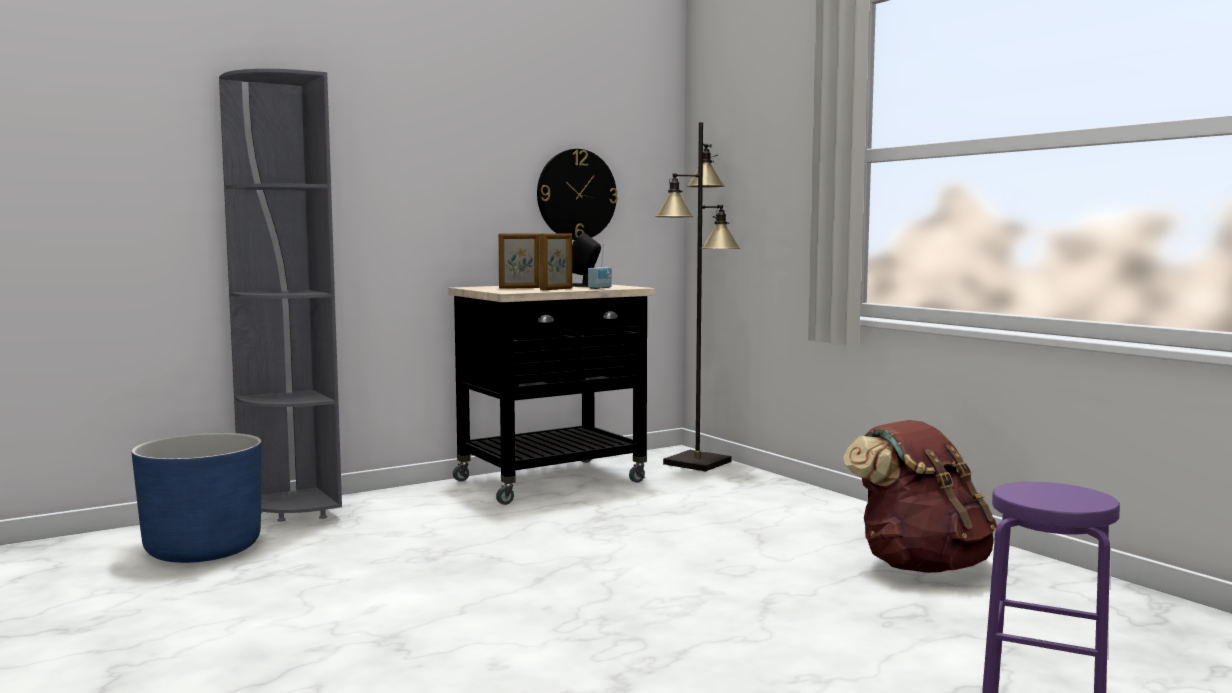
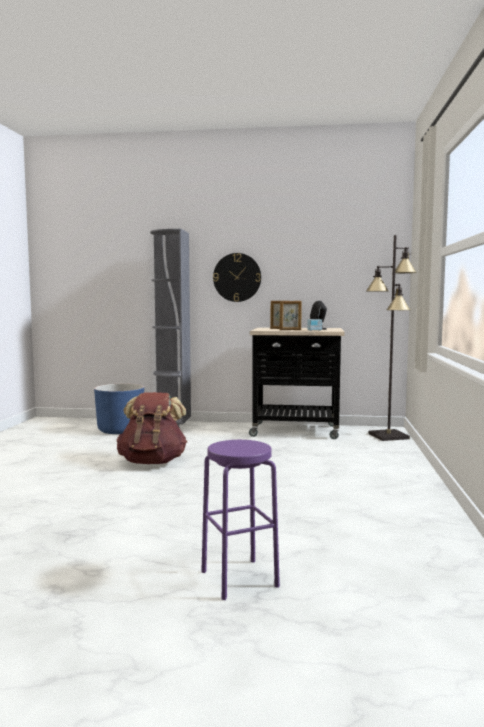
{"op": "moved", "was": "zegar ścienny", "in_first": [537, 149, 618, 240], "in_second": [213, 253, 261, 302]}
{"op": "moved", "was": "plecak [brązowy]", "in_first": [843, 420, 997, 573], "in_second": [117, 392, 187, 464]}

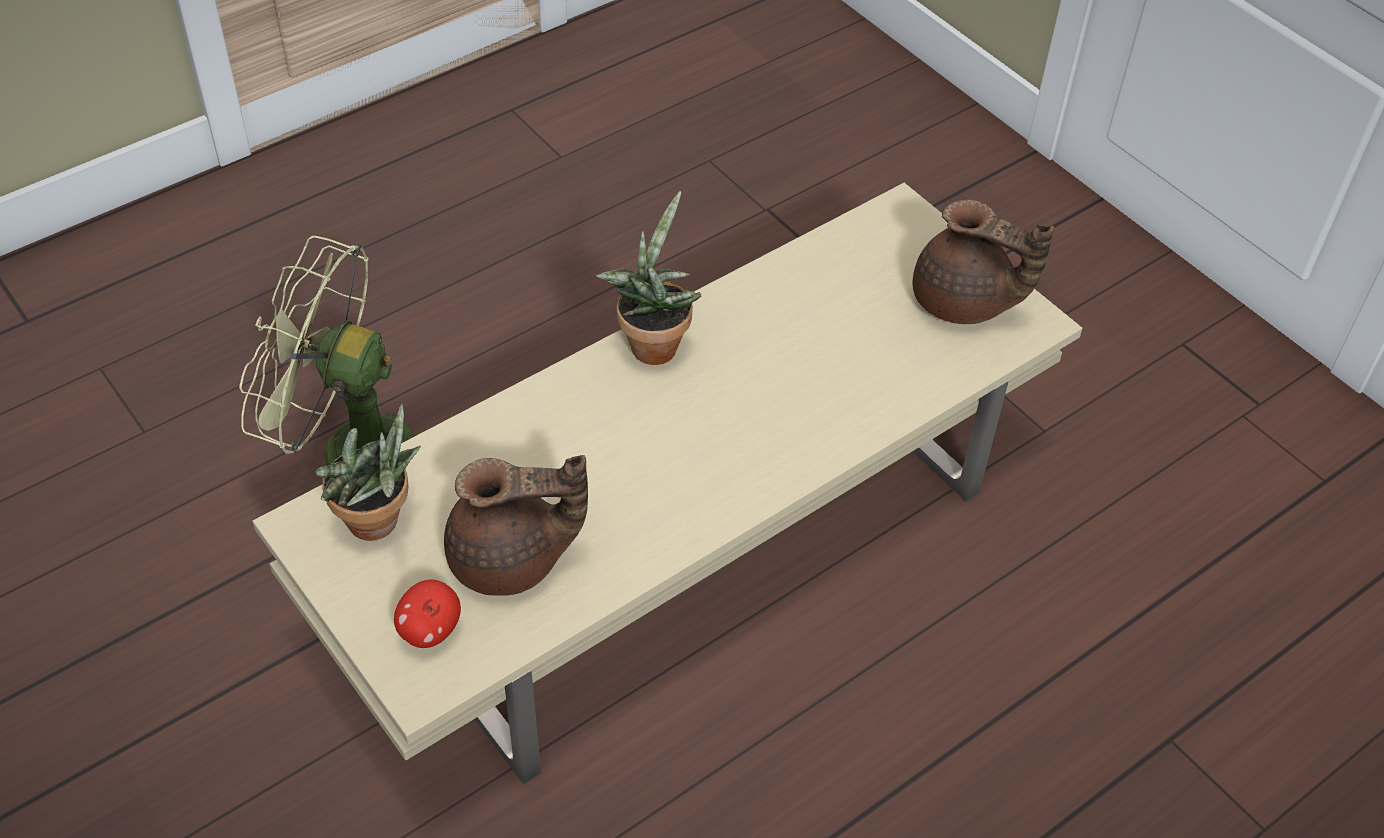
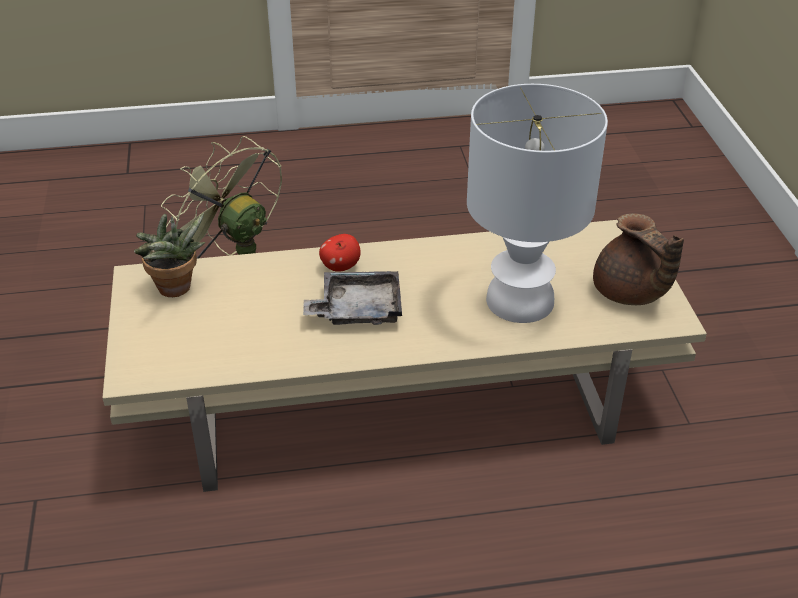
{"op": "removed", "was": "imbryk [brązowy]", "in_first": [444, 455, 588, 596]}
{"op": "removed", "was": "roślina doniczkowa", "in_first": [596, 191, 701, 365]}
{"op": "added", "now": "taca [szary]", "in_second": [303, 271, 402, 325]}
{"op": "added", "now": "lampa stołowa [biały]", "in_second": [467, 84, 608, 323]}
{"op": "moved", "was": "jabłko", "in_first": [394, 580, 461, 648], "in_second": [319, 234, 361, 272]}

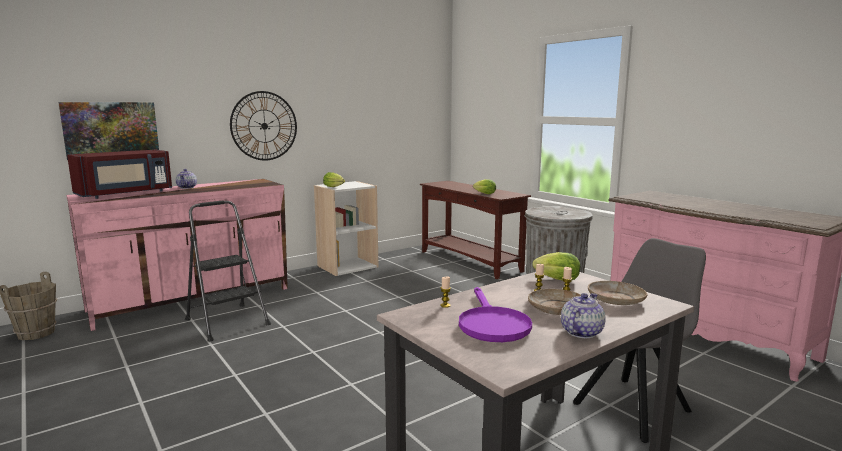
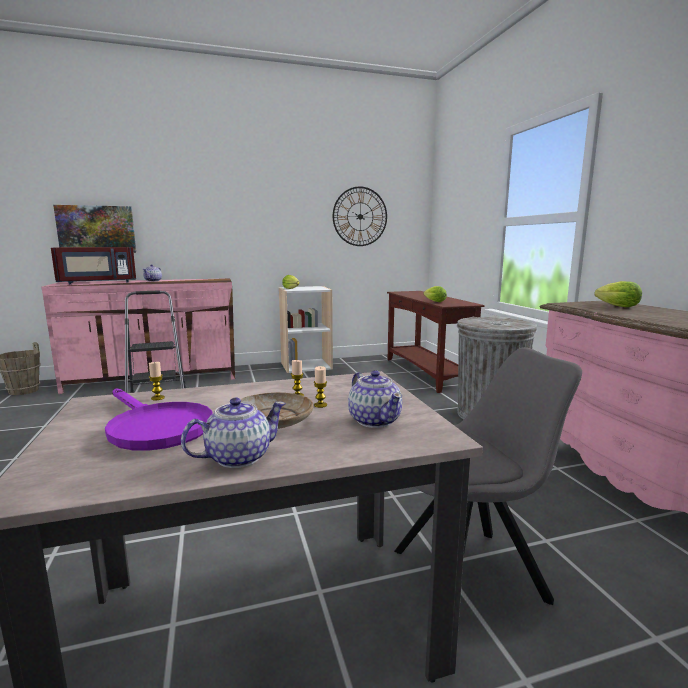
{"op": "moved", "was": "zegar ścienny", "in_first": [230, 91, 297, 161], "in_second": [333, 186, 387, 246]}
{"op": "moved", "was": "sałata", "in_first": [532, 252, 580, 281], "in_second": [594, 281, 642, 307]}
{"op": "replaced", "was": "talerz [beżowy]", "now": "imbryk", "in_first": [588, 281, 647, 305], "in_second": [348, 370, 402, 428]}
{"op": "turned", "was": "patelnia [fioletowy]", "in_first": [459, 287, 532, 342], "in_second": [105, 389, 213, 451], "clockwise": -60}

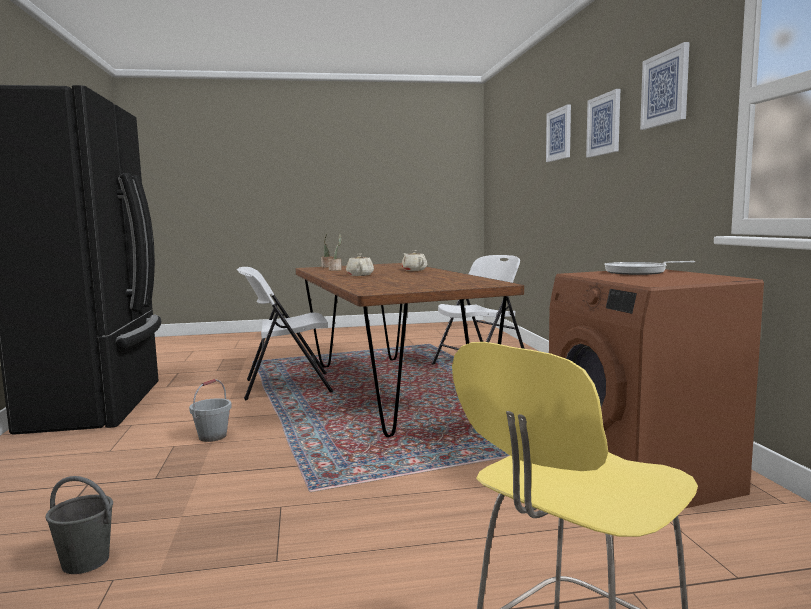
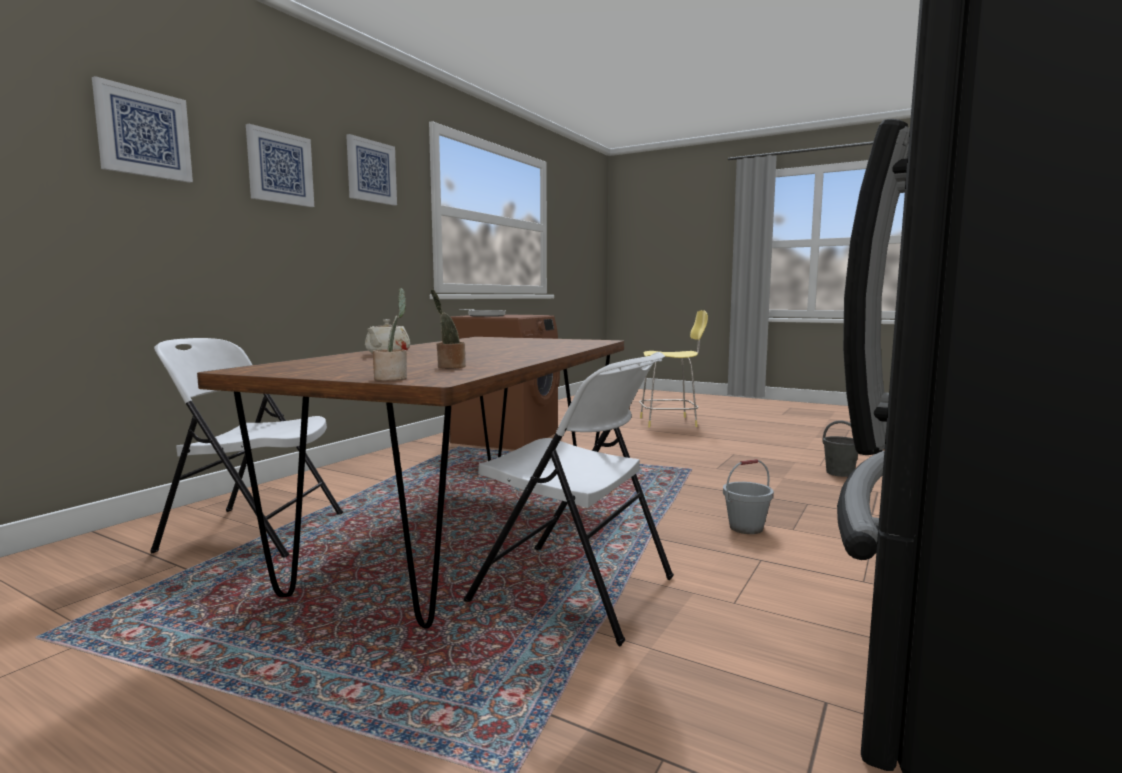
{"op": "removed", "was": "imbryk [beżowy]", "in_first": [346, 253, 374, 276]}

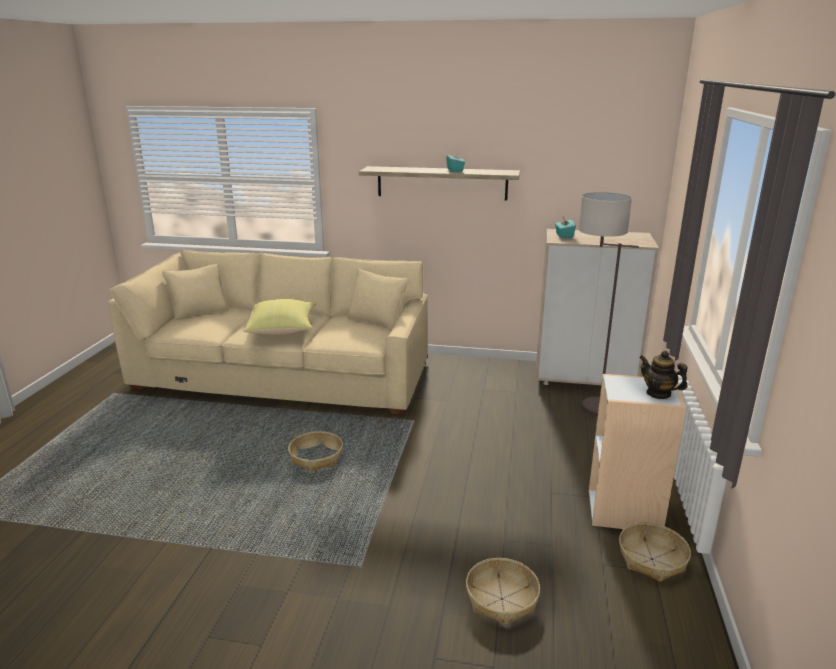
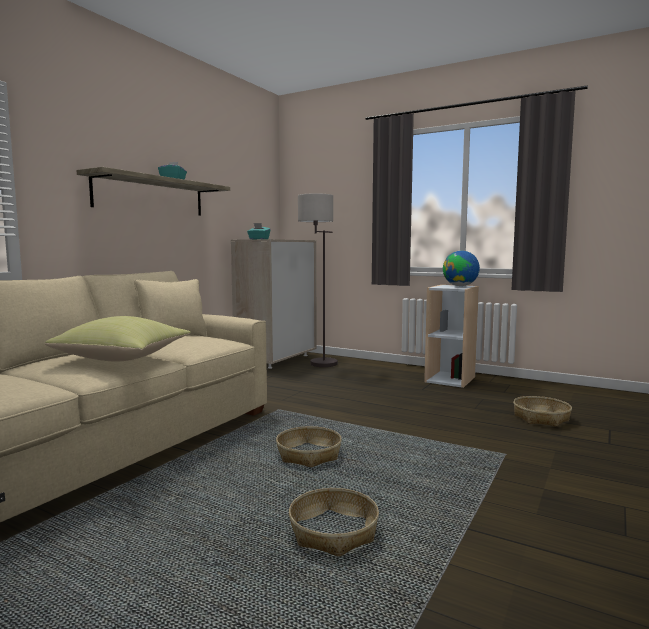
{"op": "moved", "was": "koszyk", "in_first": [619, 522, 691, 582], "in_second": [289, 488, 379, 557]}
{"op": "replaced", "was": "imbryk", "now": "globus", "in_first": [639, 351, 688, 399], "in_second": [443, 251, 480, 286]}

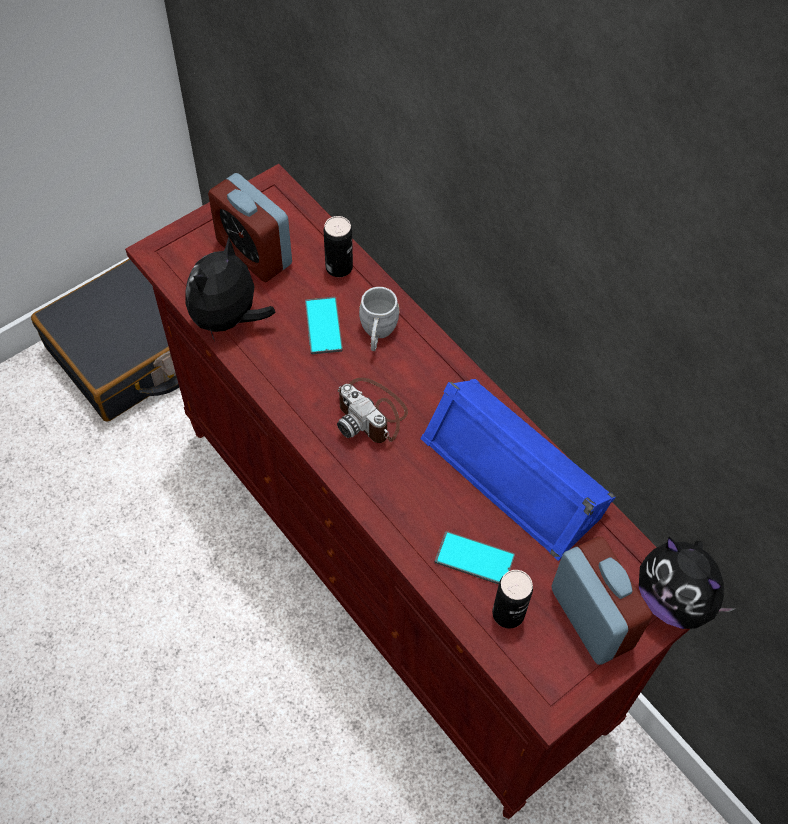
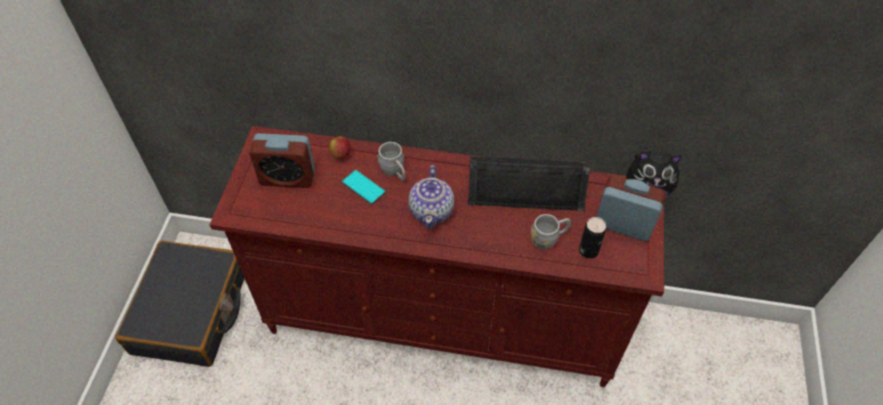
{"op": "removed", "was": "pluszak", "in_first": [185, 237, 276, 341]}
{"op": "replaced", "was": "puszka", "now": "jabłko", "in_first": [324, 216, 353, 277], "in_second": [329, 136, 350, 159]}
{"op": "replaced", "was": "aparat fotograficzny", "now": "imbryk", "in_first": [337, 378, 408, 443], "in_second": [408, 165, 454, 228]}
{"op": "replaced", "was": "telefon", "now": "kubek [szary]", "in_first": [435, 531, 515, 584], "in_second": [531, 214, 571, 250]}
{"op": "recoloured", "was": "głośnik [niebieski]", "now": "głośnik [czarny]", "in_first": [421, 379, 616, 561], "in_second": [468, 156, 591, 212]}

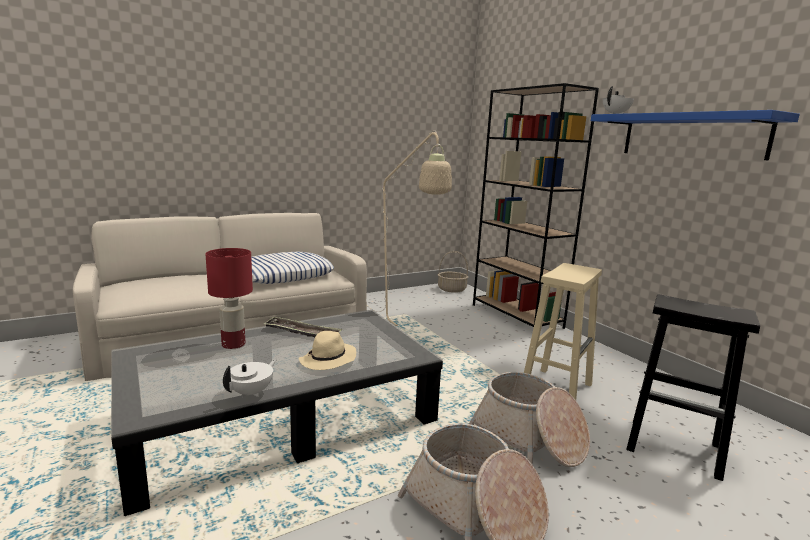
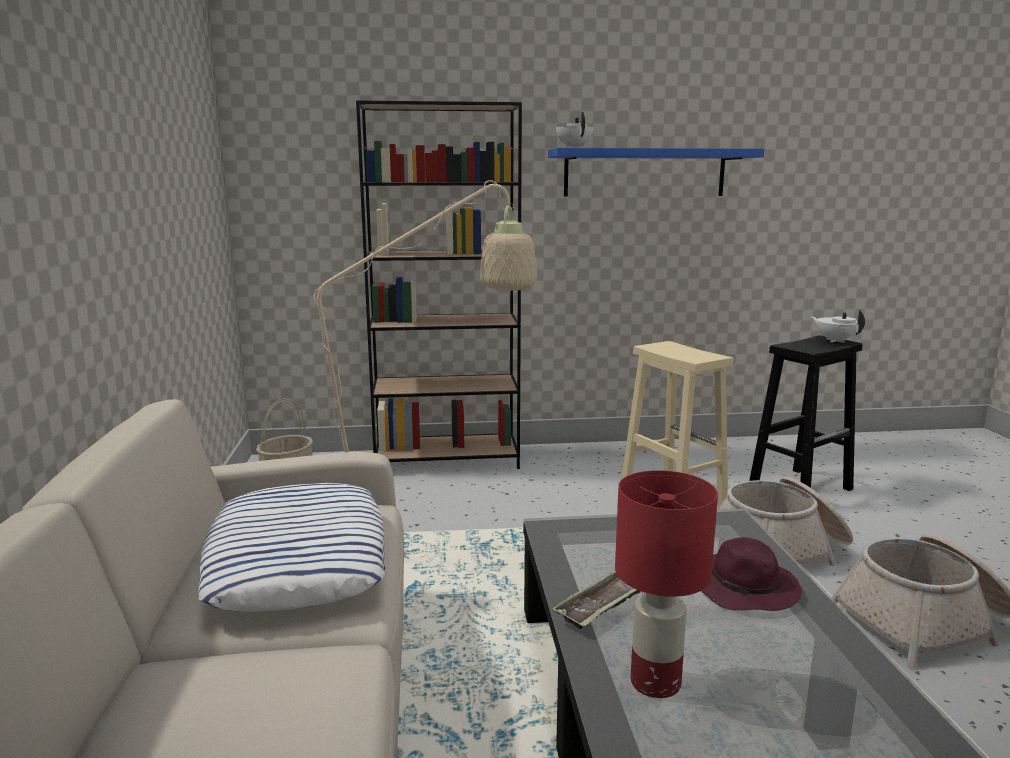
{"op": "moved", "was": "imbryk [biały]", "in_first": [223, 359, 276, 398], "in_second": [810, 310, 865, 343]}
{"op": "recoloured", "was": "kapelusz [beżowy]", "now": "kapelusz [fioletowy]", "in_first": [299, 331, 356, 370], "in_second": [702, 537, 802, 611]}

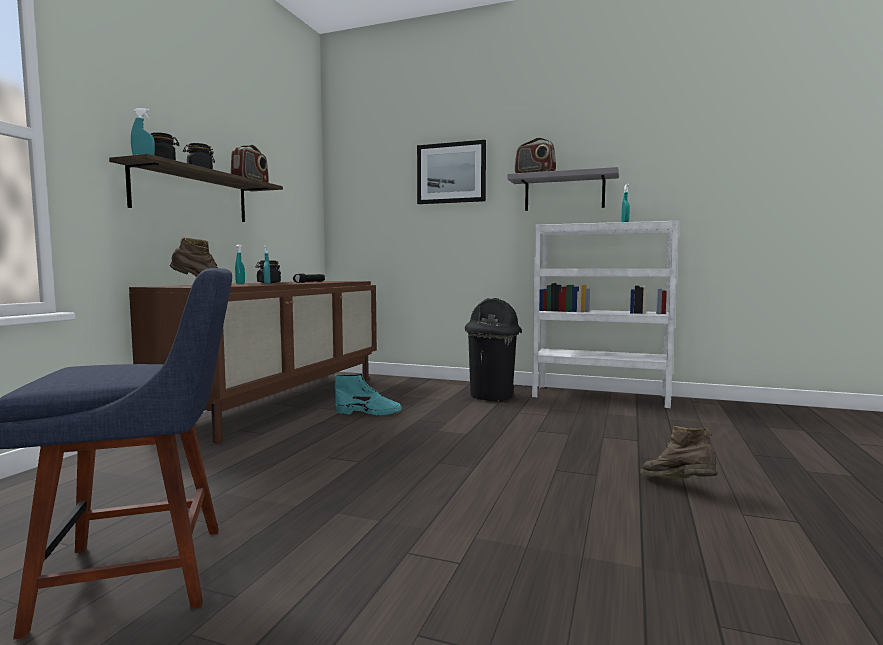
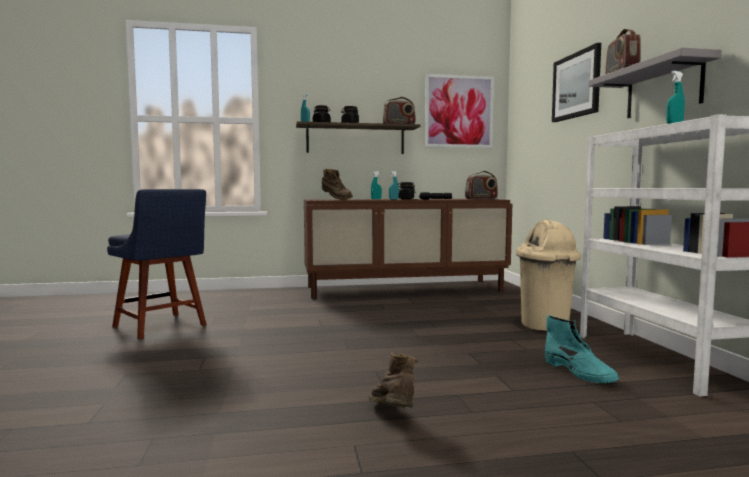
{"op": "added", "now": "obraz", "in_second": [425, 74, 494, 148]}
{"op": "added", "now": "radio", "in_second": [465, 171, 498, 199]}
{"op": "moved", "was": "but z cholewką [turkusowy]", "in_first": [335, 373, 402, 416], "in_second": [545, 315, 619, 383]}
{"op": "recoloured", "was": "kosz na śmieci [czarny]", "now": "kosz na śmieci [beżowy]", "in_first": [465, 298, 522, 401], "in_second": [516, 220, 581, 331]}
{"op": "turned", "was": "but z cholewką [brązowy]", "in_first": [640, 426, 718, 479], "in_second": [369, 352, 418, 408], "clockwise": -45}

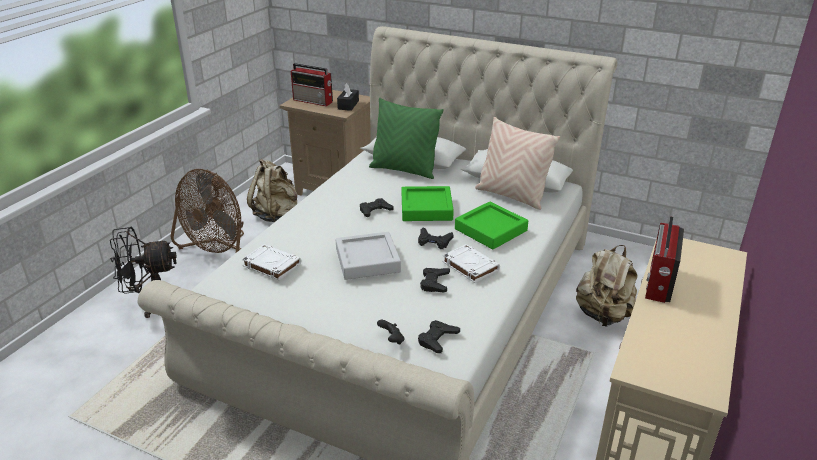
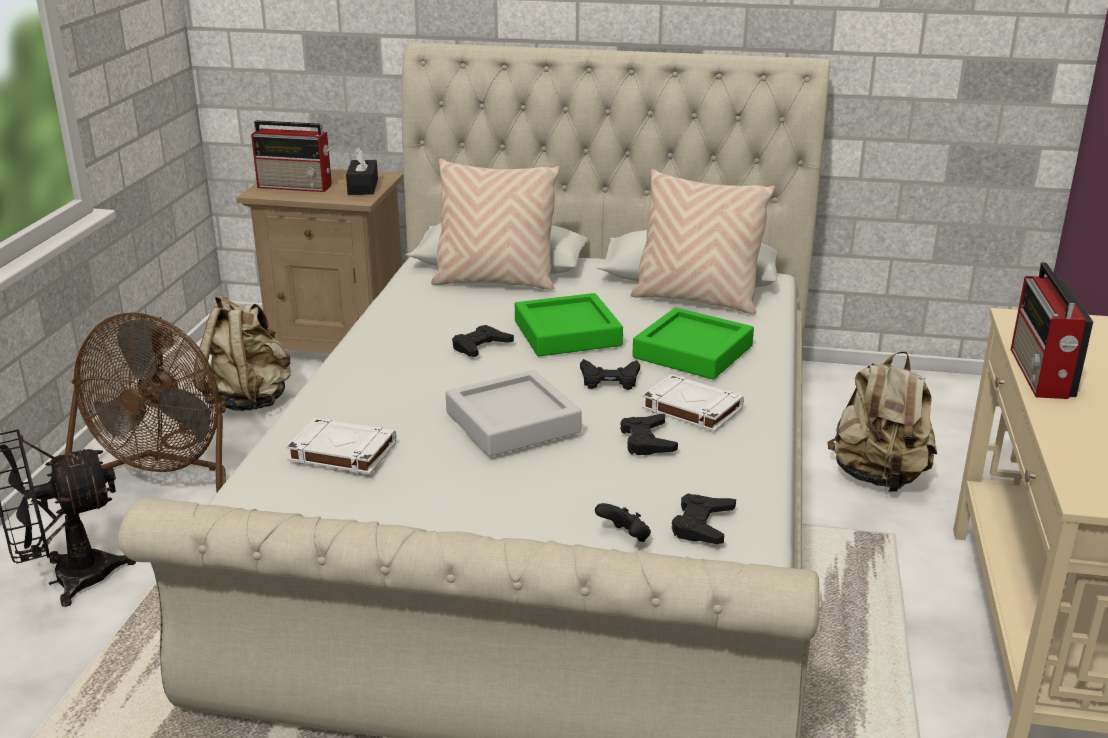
{"op": "recoloured", "was": "poduszka [zielony]", "now": "poduszka [beżowy]", "in_first": [369, 98, 444, 179], "in_second": [431, 159, 560, 290]}

